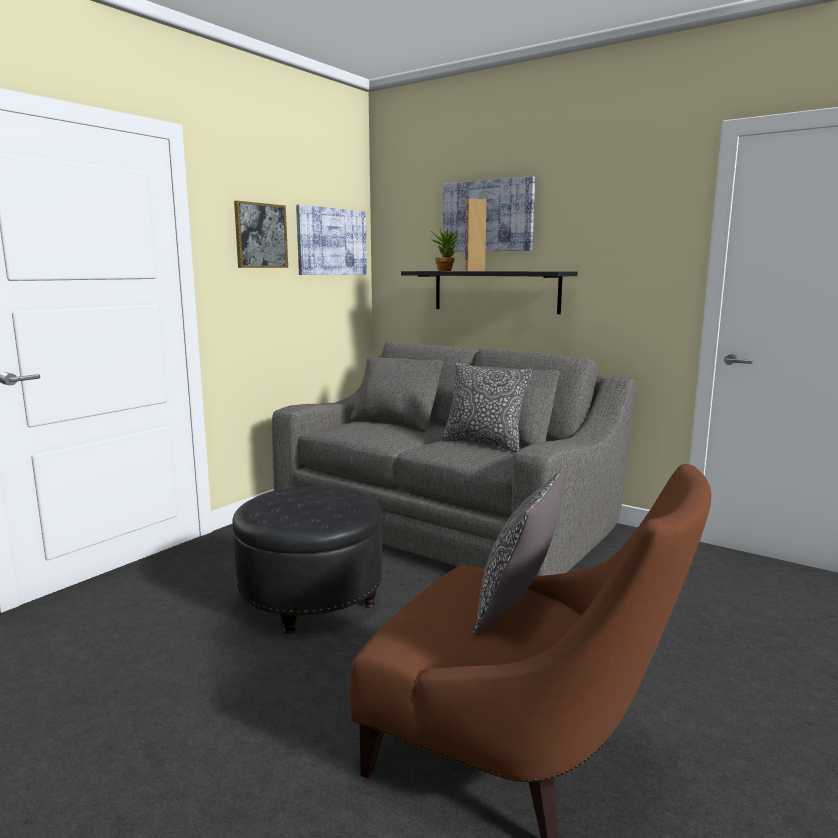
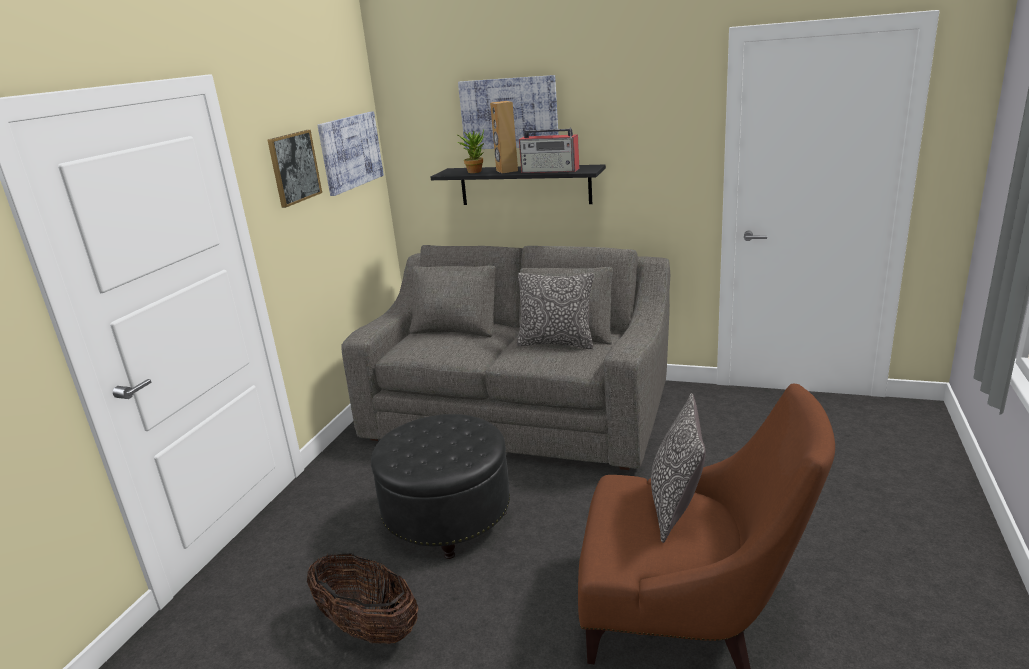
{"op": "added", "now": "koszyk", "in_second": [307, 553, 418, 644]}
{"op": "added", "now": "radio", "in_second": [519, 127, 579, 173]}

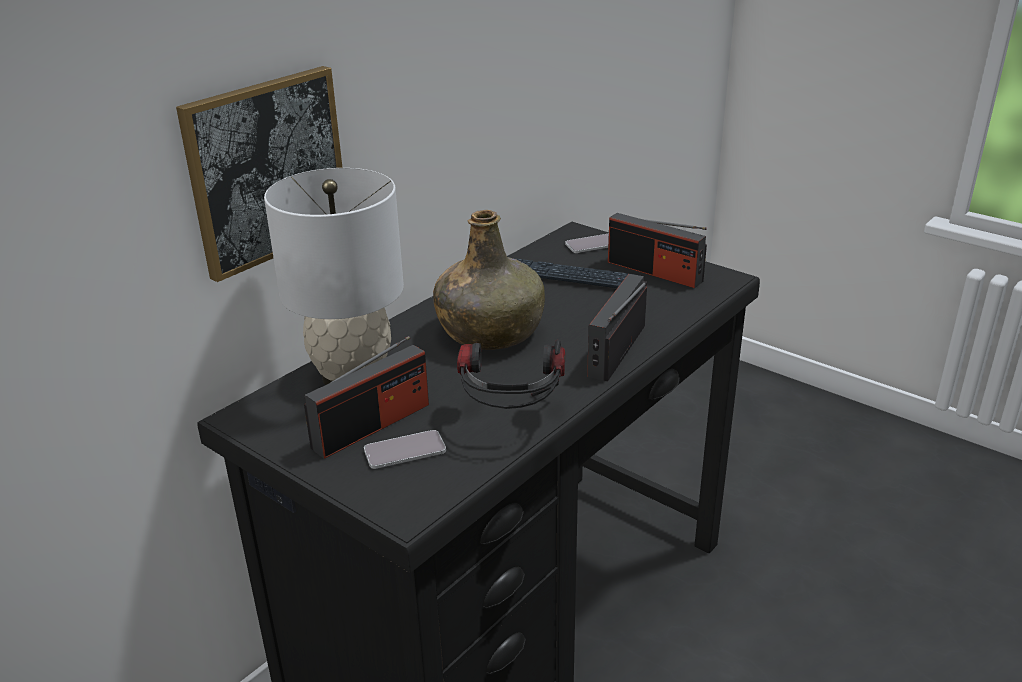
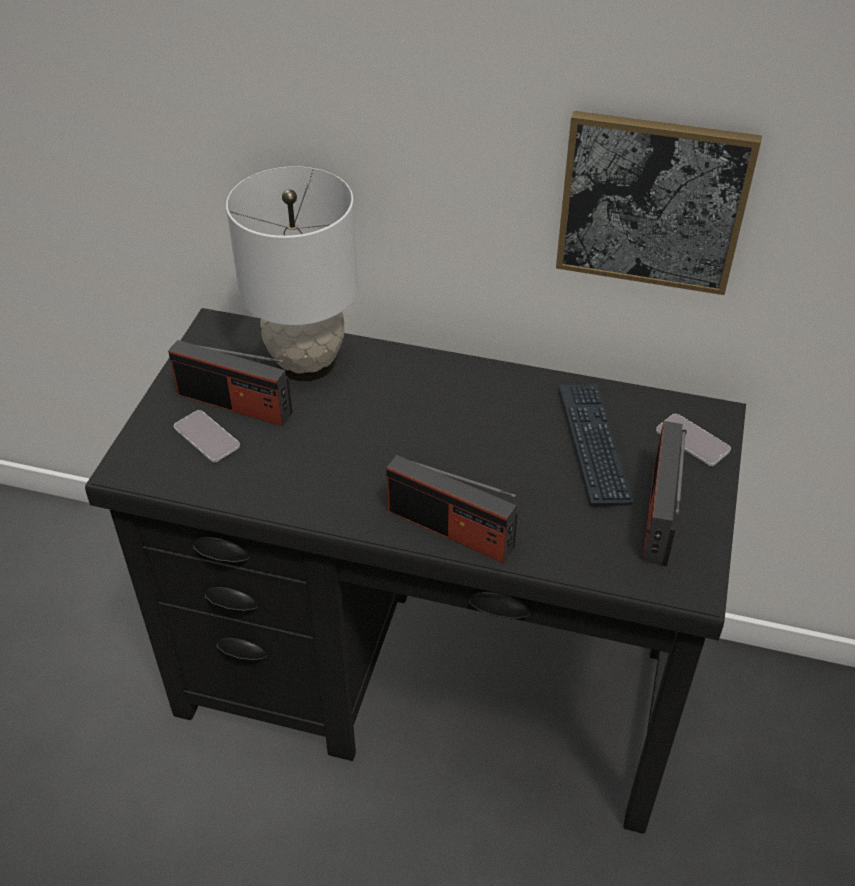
{"op": "removed", "was": "butelka [zielony]", "in_first": [433, 210, 545, 350]}
{"op": "removed", "was": "słuchawki", "in_first": [457, 340, 565, 409]}
{"op": "moved", "was": "obraz", "in_first": [176, 66, 342, 282], "in_second": [556, 111, 762, 295]}
{"op": "turned", "was": "radio", "in_first": [587, 274, 647, 381], "in_second": [386, 455, 518, 563], "clockwise": -150}

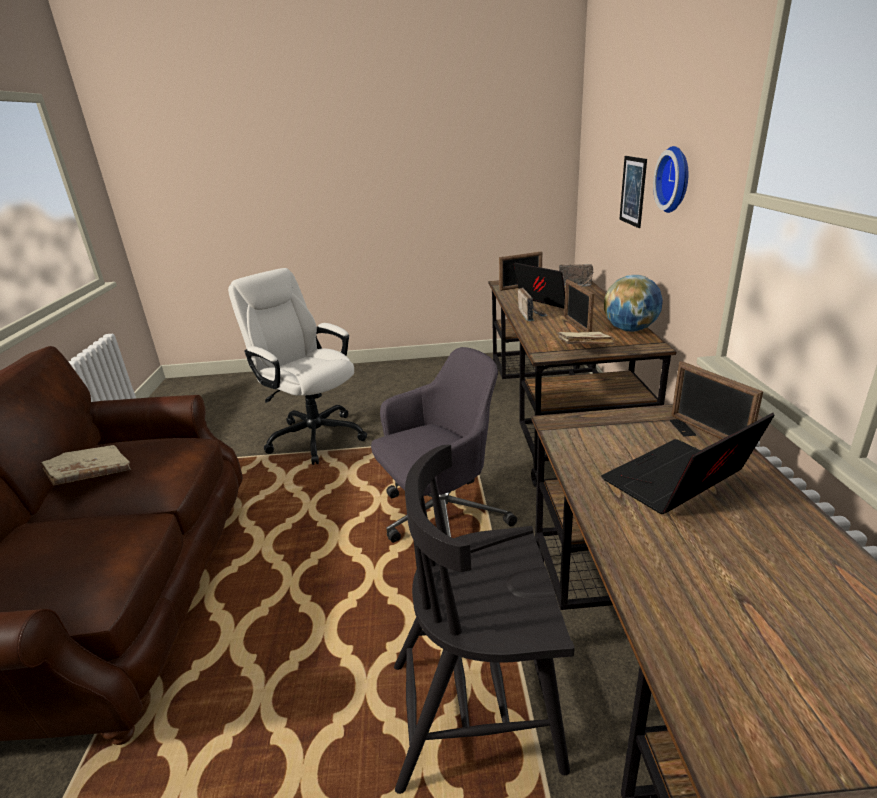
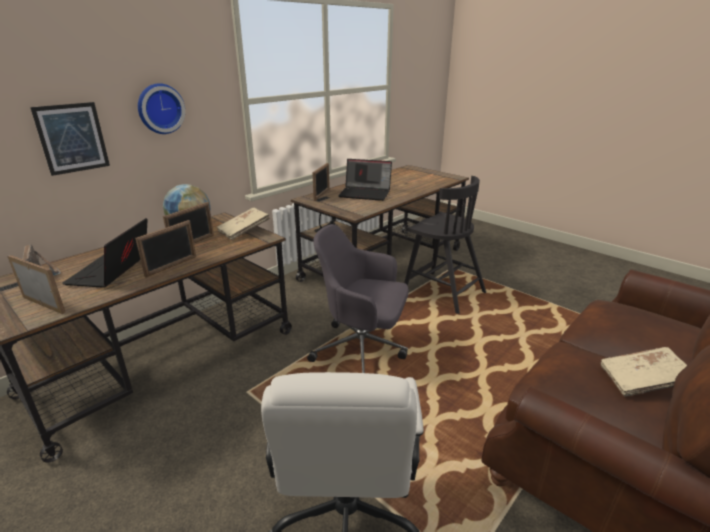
{"op": "replaced", "was": "radio", "now": "ramka na zdjęcie", "in_first": [518, 287, 548, 321], "in_second": [135, 220, 196, 278]}

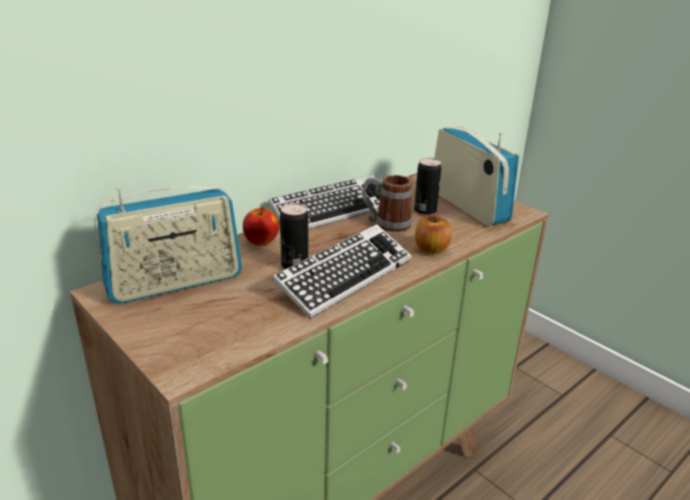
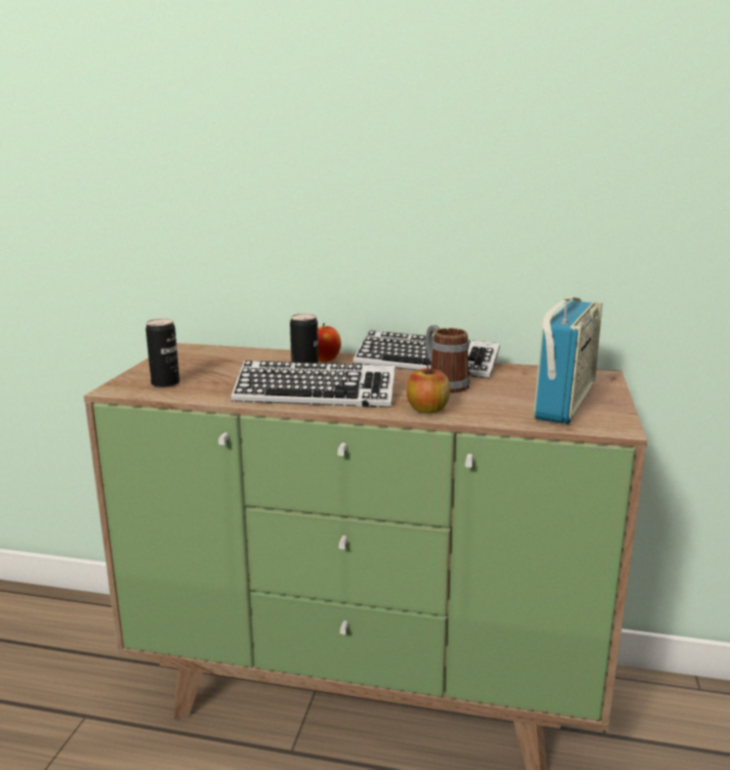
{"op": "removed", "was": "radio", "in_first": [94, 186, 242, 304]}
{"op": "moved", "was": "puszka", "in_first": [414, 158, 442, 215], "in_second": [146, 318, 180, 388]}

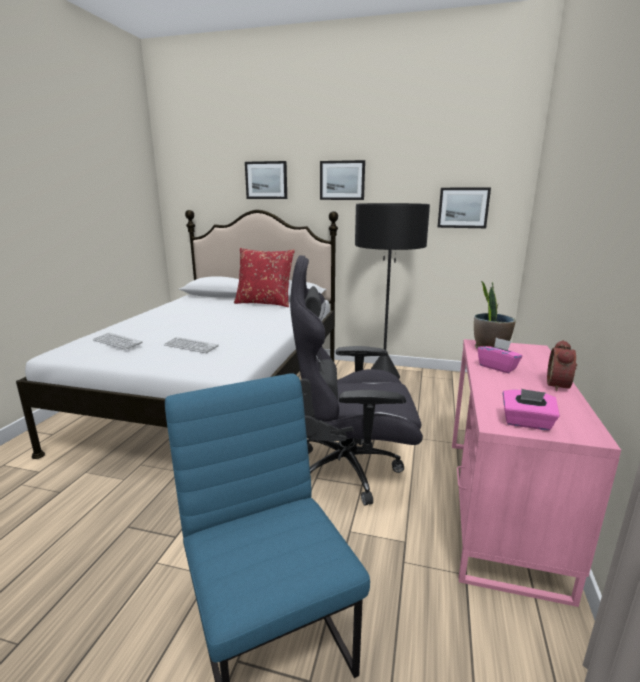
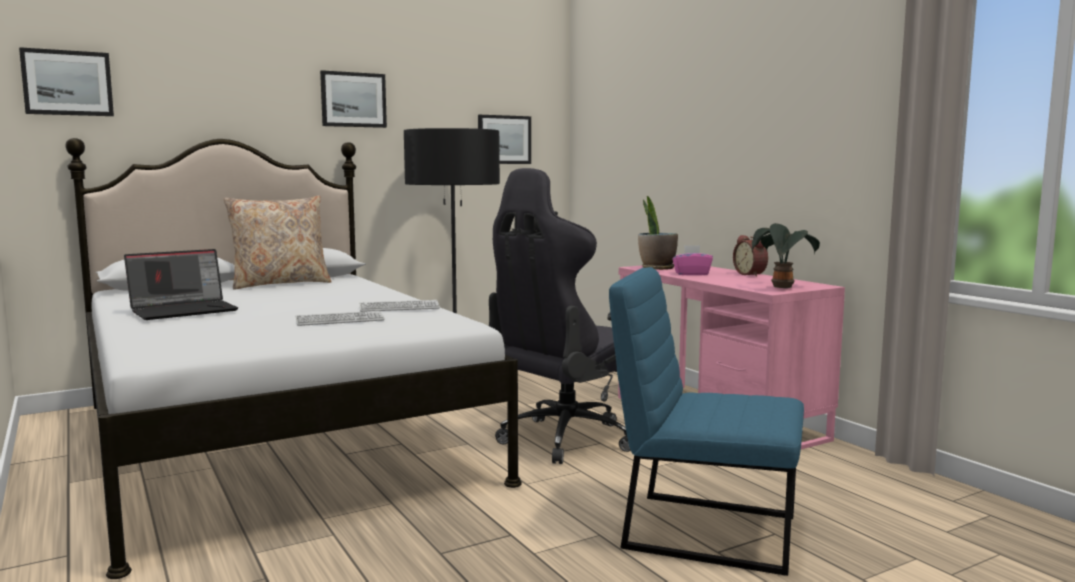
{"op": "added", "now": "laptop", "in_second": [124, 249, 238, 320]}
{"op": "moved", "was": "klawiatura", "in_first": [93, 333, 142, 350], "in_second": [360, 300, 440, 312]}
{"op": "moved", "was": "obraz", "in_first": [245, 161, 287, 199], "in_second": [19, 47, 114, 116]}
{"op": "replaced", "was": "pudełko chusteczek [różowy]", "now": "roślina doniczkowa", "in_first": [503, 389, 560, 430], "in_second": [752, 223, 820, 288]}
{"op": "recoloured", "was": "poduszka [czerwony]", "now": "poduszka [beżowy]", "in_first": [234, 248, 295, 307], "in_second": [224, 196, 332, 290]}

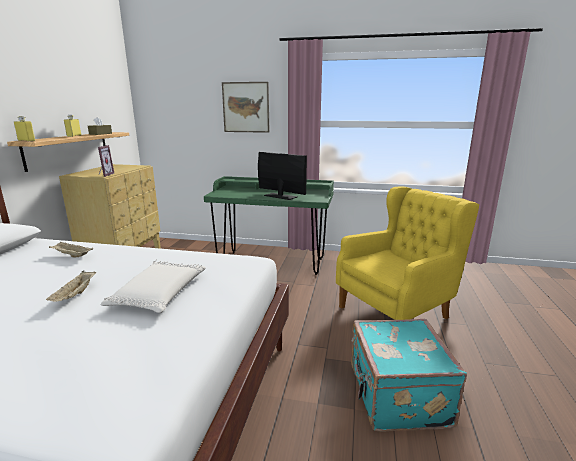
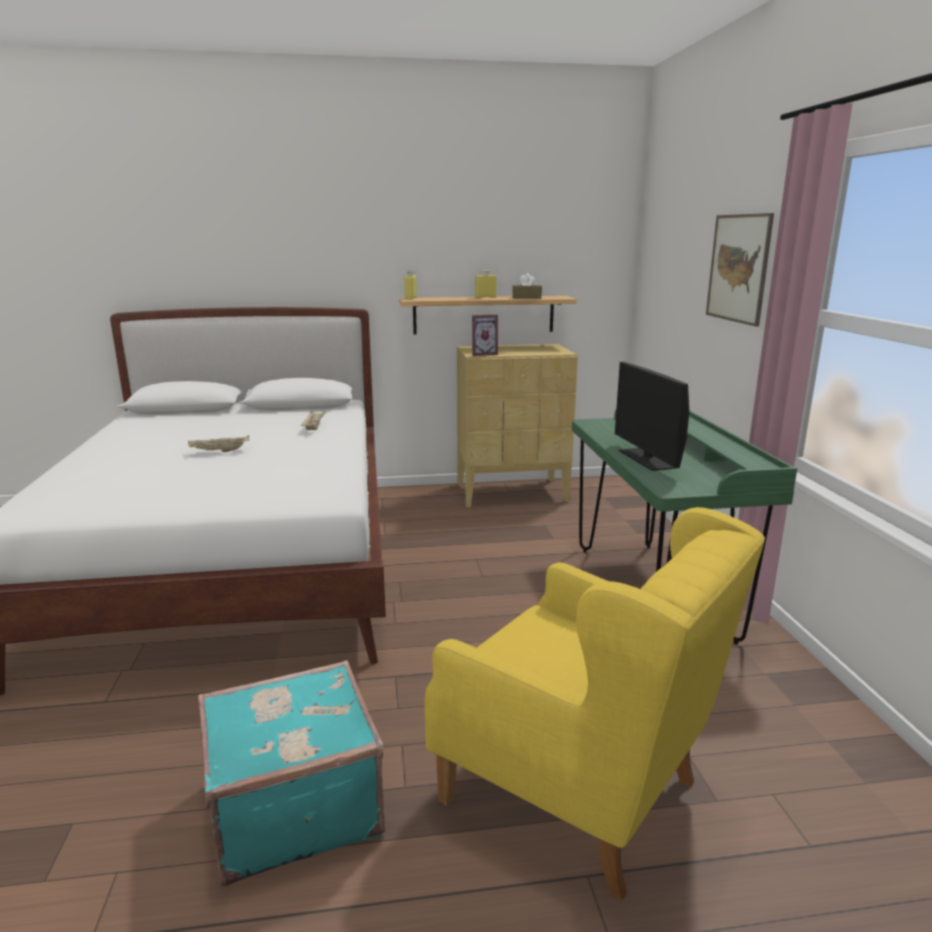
{"op": "removed", "was": "poduszka [biały]", "in_first": [101, 259, 205, 313]}
{"op": "turned", "was": "monitor", "in_first": [258, 152, 307, 200], "in_second": [615, 362, 689, 471], "clockwise": 150}

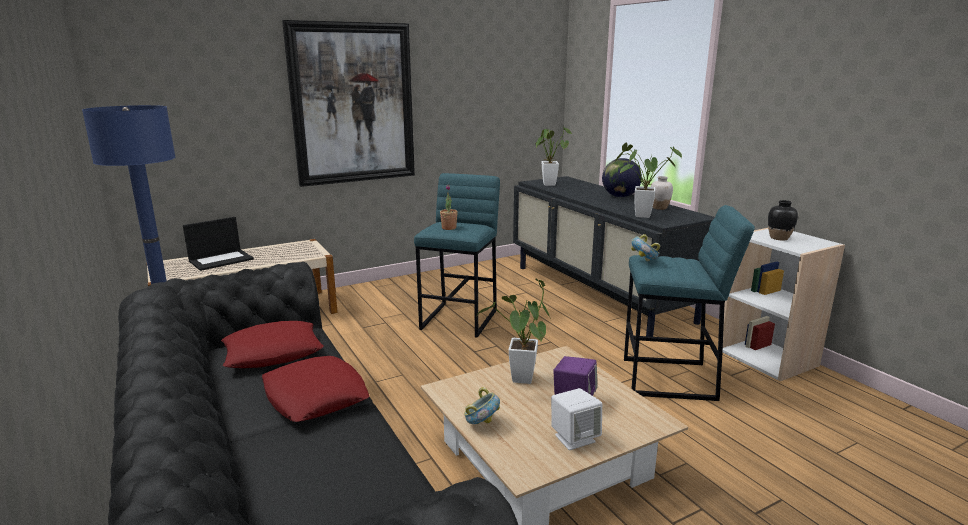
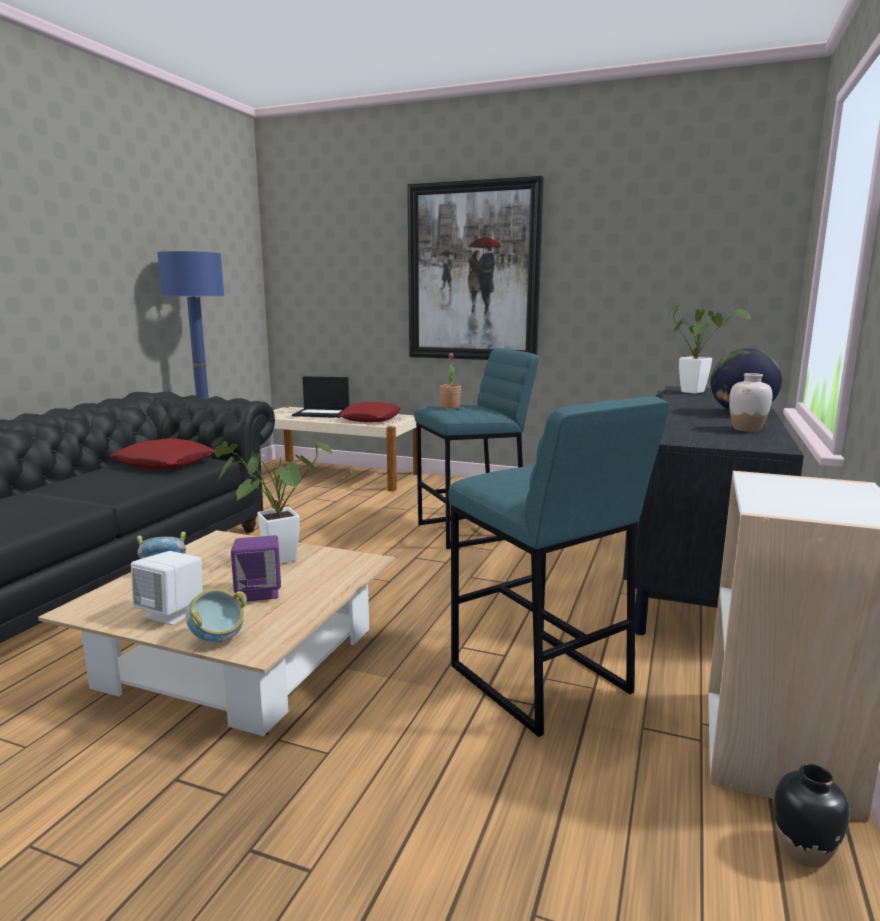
{"op": "removed", "was": "roślina doniczkowa", "in_first": [614, 143, 682, 218]}
{"op": "moved", "was": "poduszka [czerwony]", "in_first": [262, 356, 369, 422], "in_second": [339, 402, 400, 422]}
{"op": "moved", "was": "miska", "in_first": [631, 234, 660, 262], "in_second": [186, 589, 247, 643]}
{"op": "moved", "was": "wazon [czarny]", "in_first": [768, 200, 798, 240], "in_second": [774, 764, 850, 868]}

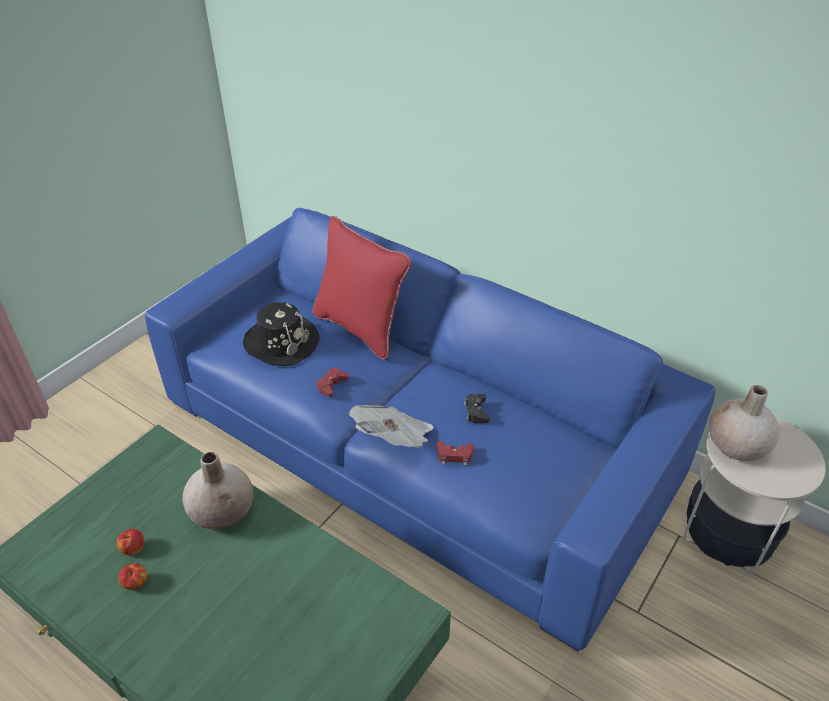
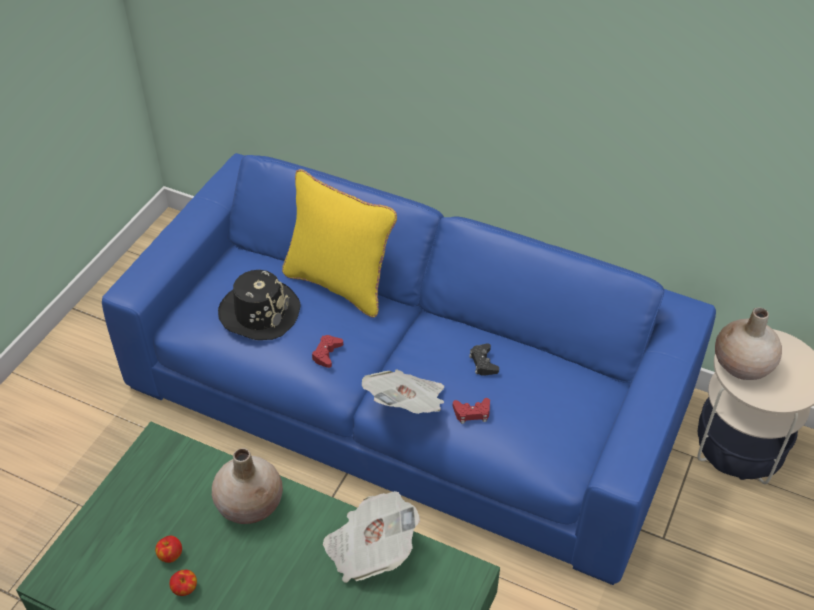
{"op": "added", "now": "gazeta", "in_second": [323, 491, 420, 583]}
{"op": "recoloured", "was": "poduszka [czerwony]", "now": "poduszka [żółty]", "in_first": [312, 216, 411, 360], "in_second": [282, 169, 397, 318]}

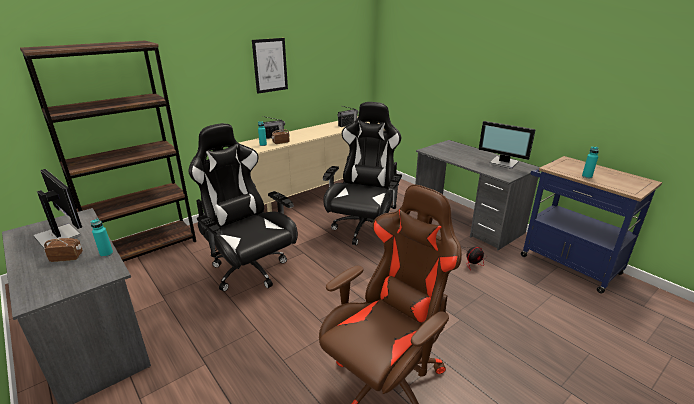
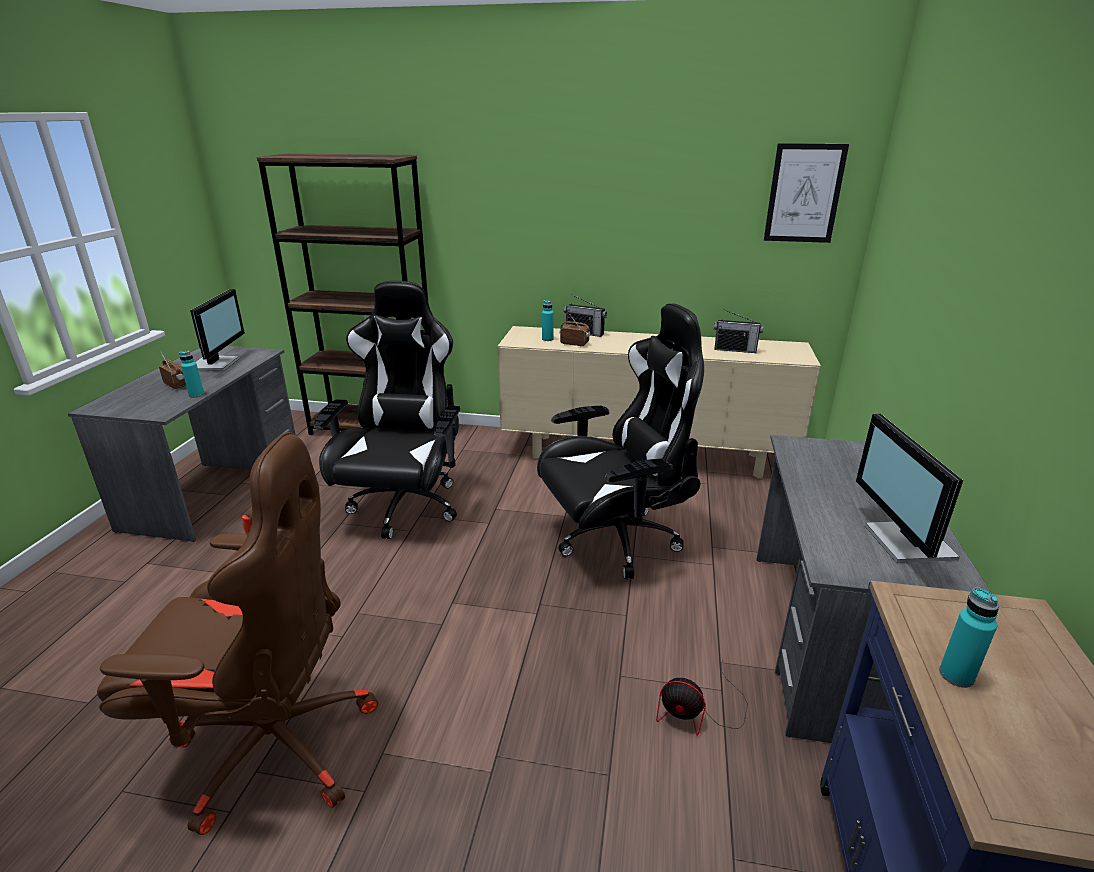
{"op": "moved", "was": "obraz", "in_first": [252, 38, 288, 94], "in_second": [764, 143, 849, 243]}

